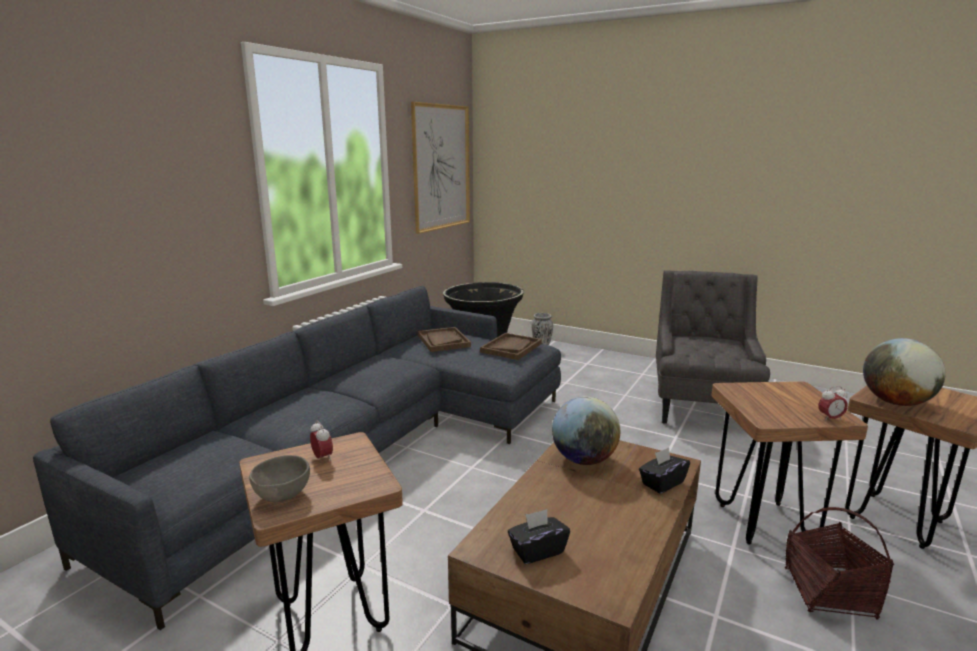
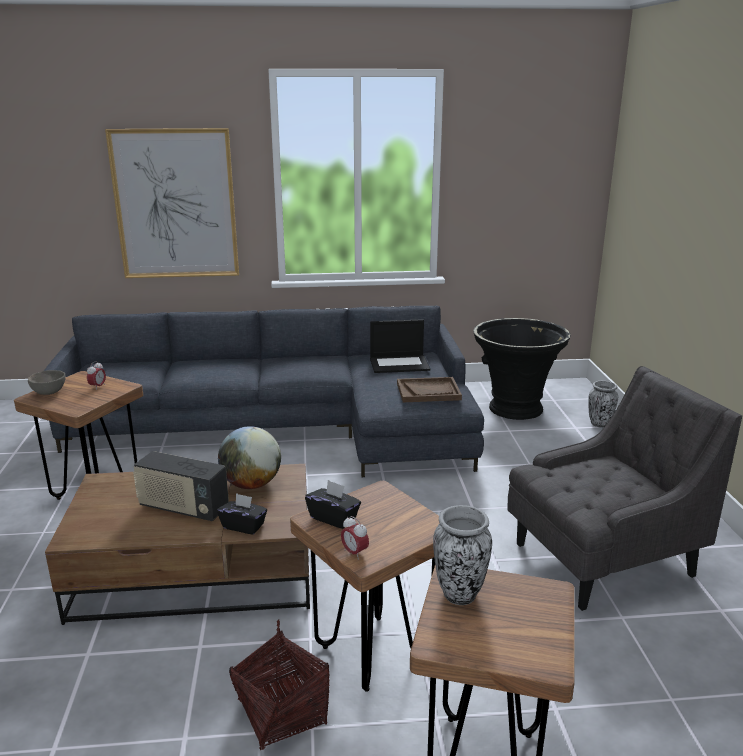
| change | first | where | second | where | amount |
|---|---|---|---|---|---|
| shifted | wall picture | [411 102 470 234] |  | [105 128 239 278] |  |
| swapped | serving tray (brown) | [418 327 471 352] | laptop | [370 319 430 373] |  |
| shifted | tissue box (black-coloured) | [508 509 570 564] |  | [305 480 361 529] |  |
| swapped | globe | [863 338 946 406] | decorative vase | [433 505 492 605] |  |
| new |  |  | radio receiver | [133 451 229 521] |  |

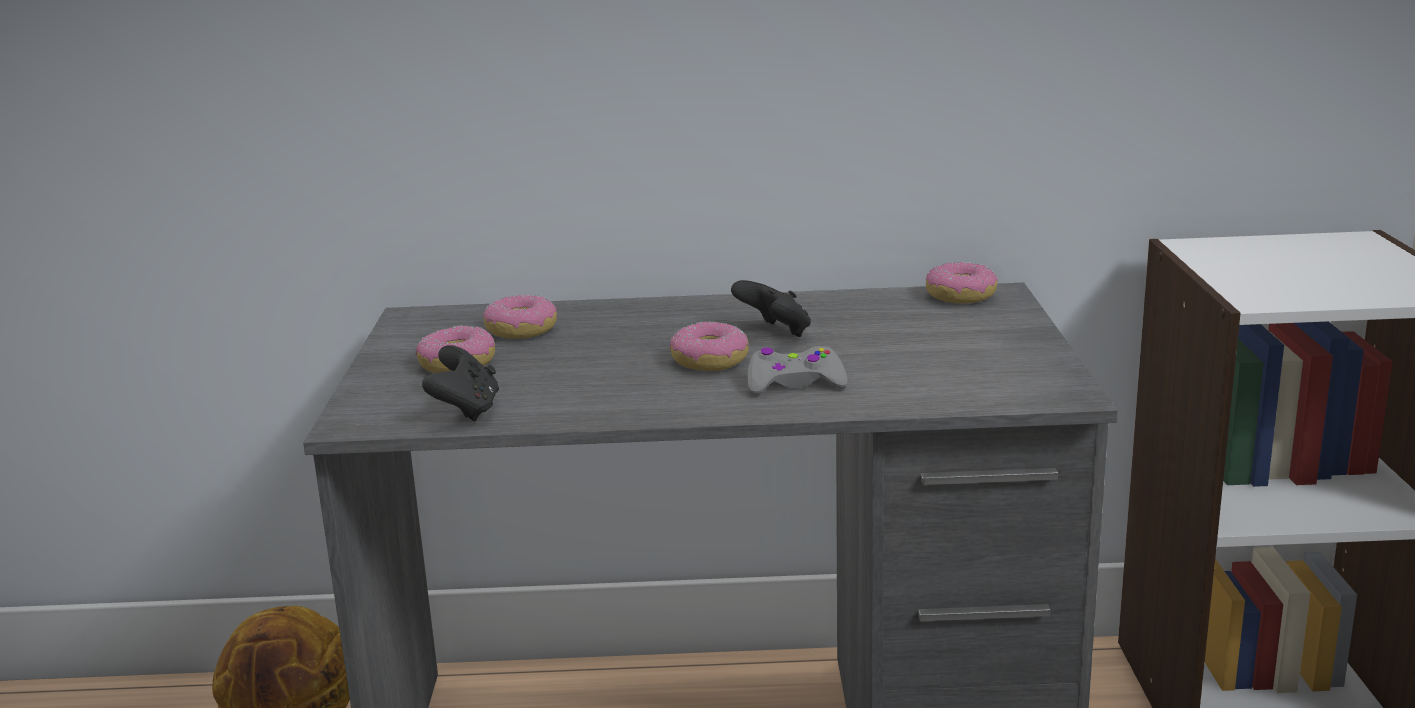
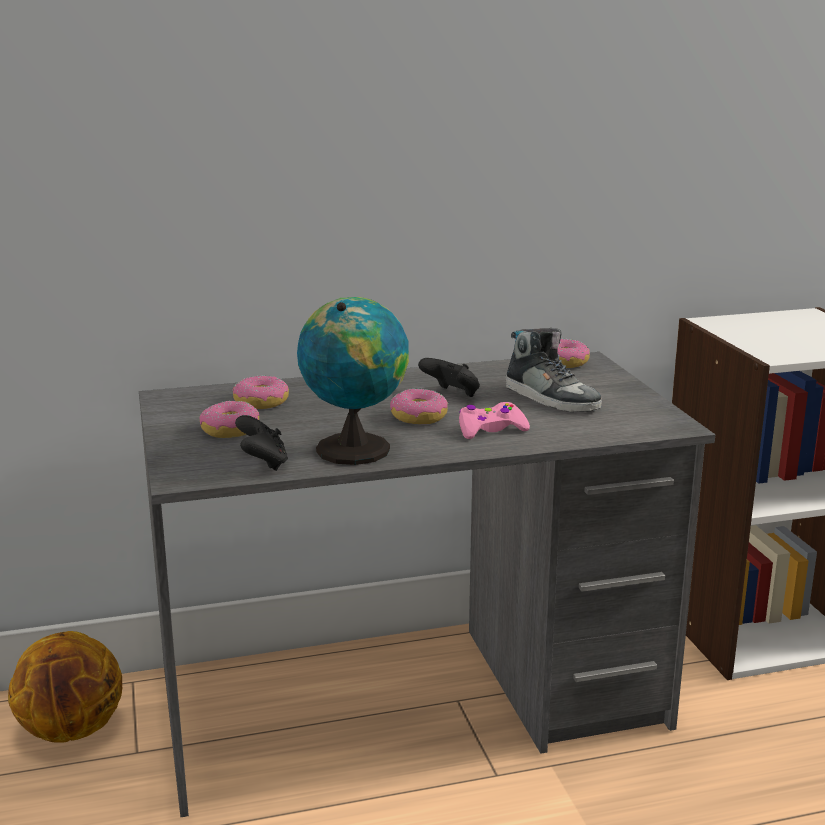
| change | first | where | second | where | amount |
|---|---|---|---|---|---|
| repainted | joypad (grey) | [748 346 848 395] | joypad (pink-coloured) | [459 402 530 439] |  |
| new |  |  | globe | [297 297 409 465] |  |
| new |  |  | shoe | [506 328 602 412] |  |

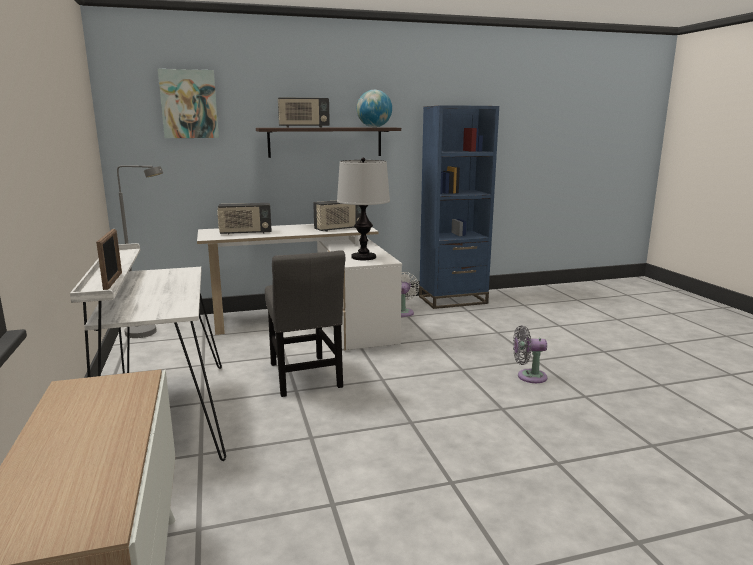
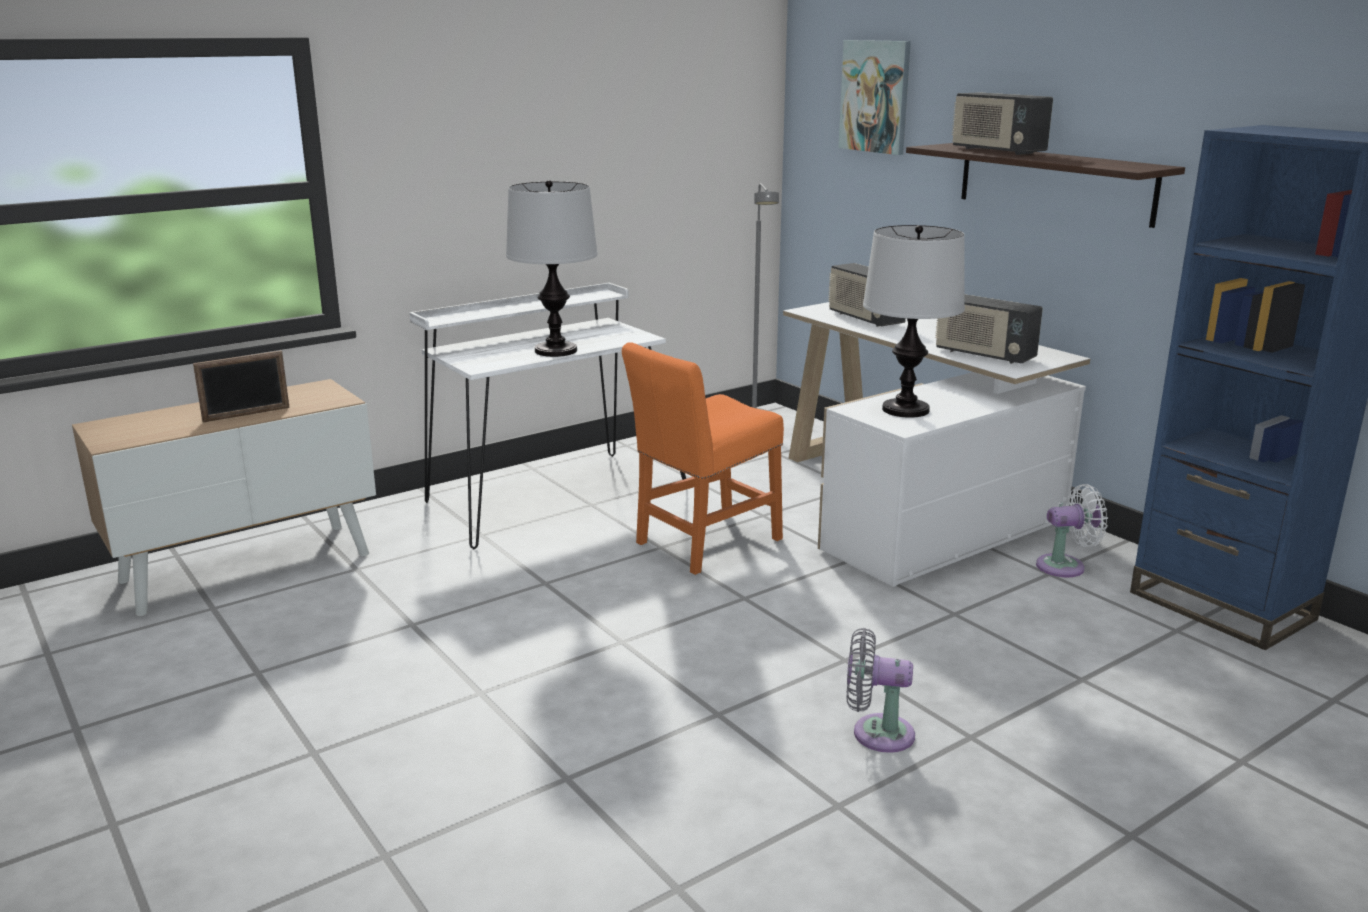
| change | first | where | second | where | amount |
|---|---|---|---|---|---|
| shifted | standing frame | [96 229 122 290] |  | [193 351 290 422] |  |
| repainted | upright chair (grey) | [265 250 345 397] | upright chair (orangey) | [622 342 784 575] |  |
| gone | globe | [357 90 392 127] |  |  |  |
| rotated | cooling fan (grey) | [513 325 547 383] |  | [846 628 915 753] | 60 degrees counterclockwise |
| new |  |  | tabletop lamp | [506 180 598 357] |  |

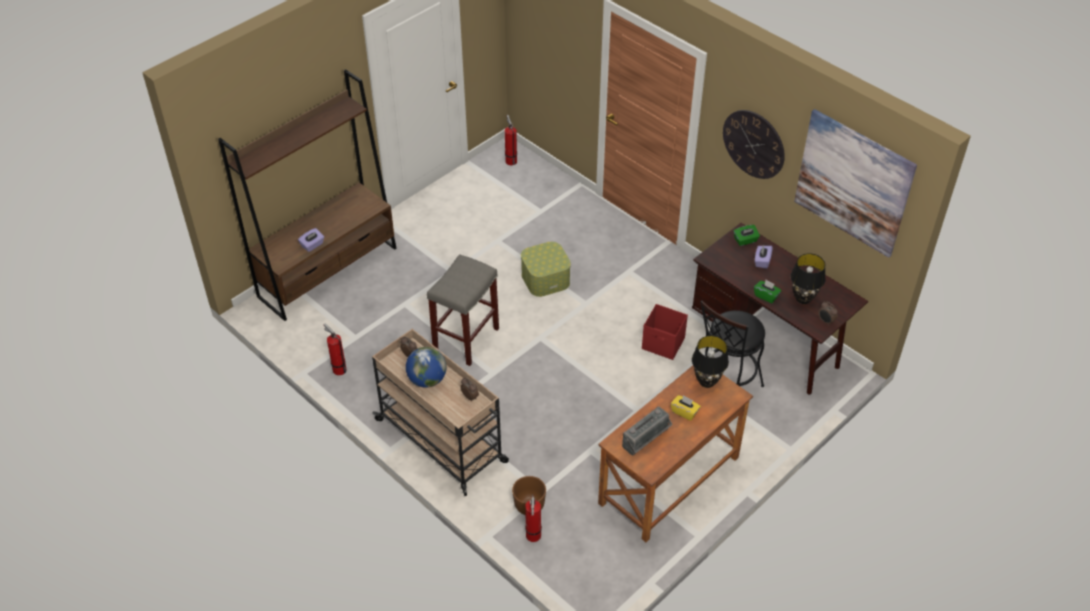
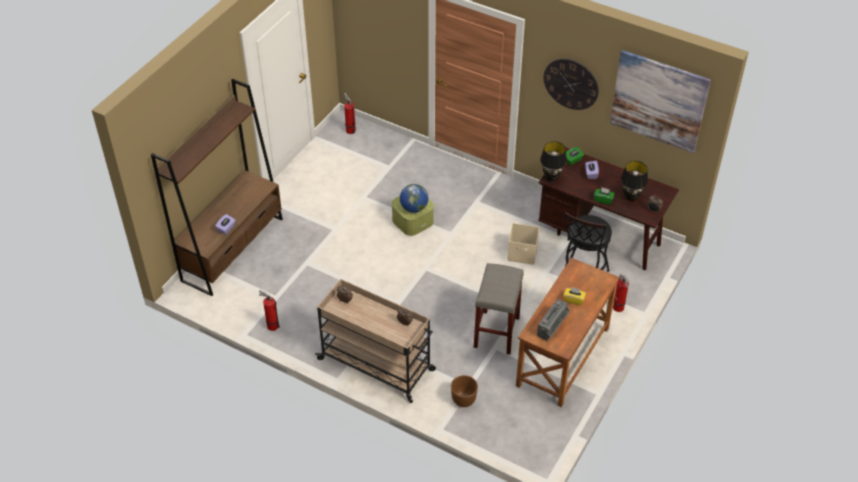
| change | first | where | second | where | amount |
|---|---|---|---|---|---|
| shifted | globe | [406 347 447 388] |  | [400 184 428 213] |  |
| shifted | stool seat (grey) | [427 254 499 366] |  | [474 263 524 355] |  |
| shifted | fire extinguisher | [525 494 542 542] |  | [613 274 629 312] |  |
| repainted | storage bin (red) | [642 304 688 360] | storage bin (beige-coloured) | [507 223 540 265] |  |
| shifted | tabletop lamp (black-coloured) | [692 335 729 388] |  | [540 141 567 181] |  |

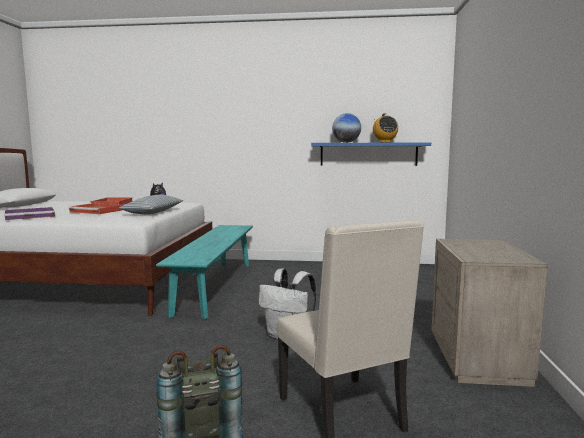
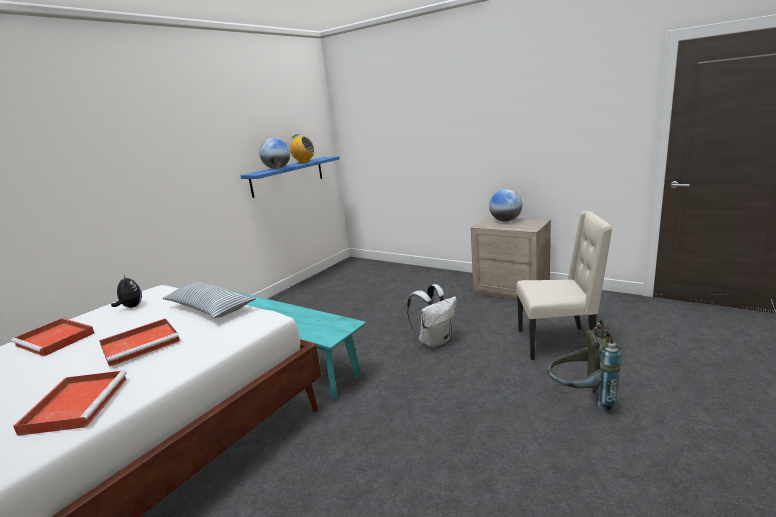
| change | first | where | second | where | amount |
|---|---|---|---|---|---|
| repainted | serving tray (purplish) | [5 207 55 220] | serving tray (red) | [13 370 127 436] |  |
| new |  |  | globe | [489 189 522 222] |  |

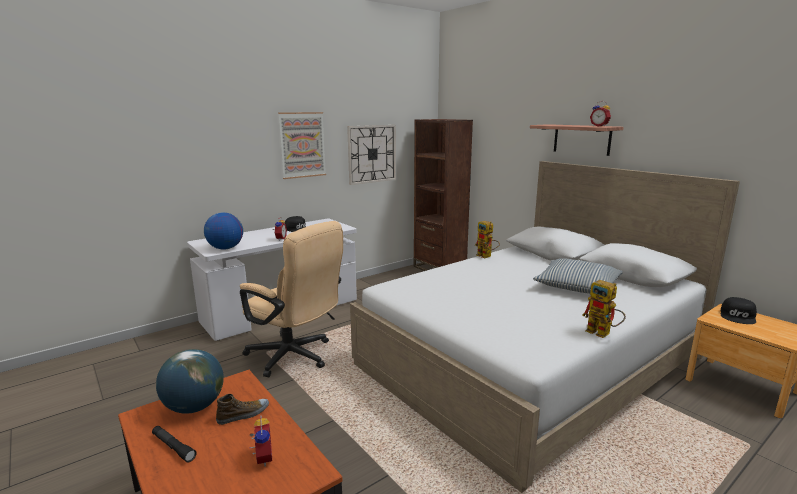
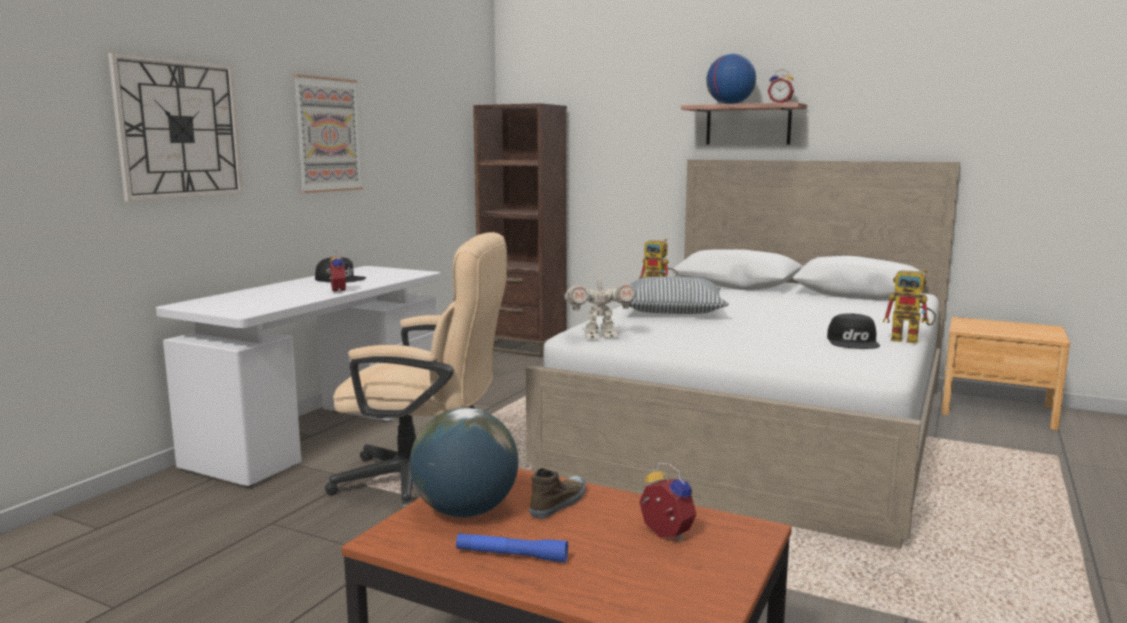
| change | first | where | second | where | amount |
|---|---|---|---|---|---|
| repainted | hand torch (black-coloured) | [152 426 197 462] | hand torch (blue) | [456 533 568 563] |  |
| shifted | globe | [204 212 243 250] |  | [706 54 756 104] |  |
| shifted | wall clock | [347 125 396 185] |  | [108 53 243 201] |  |
| shifted | pillow | [533 258 623 294] |  | [629 277 729 314] |  |
| shifted | cap (black-coloured) | [721 297 757 324] |  | [827 313 880 349] |  |
| new |  |  | robot figure | [564 273 636 339] |  |

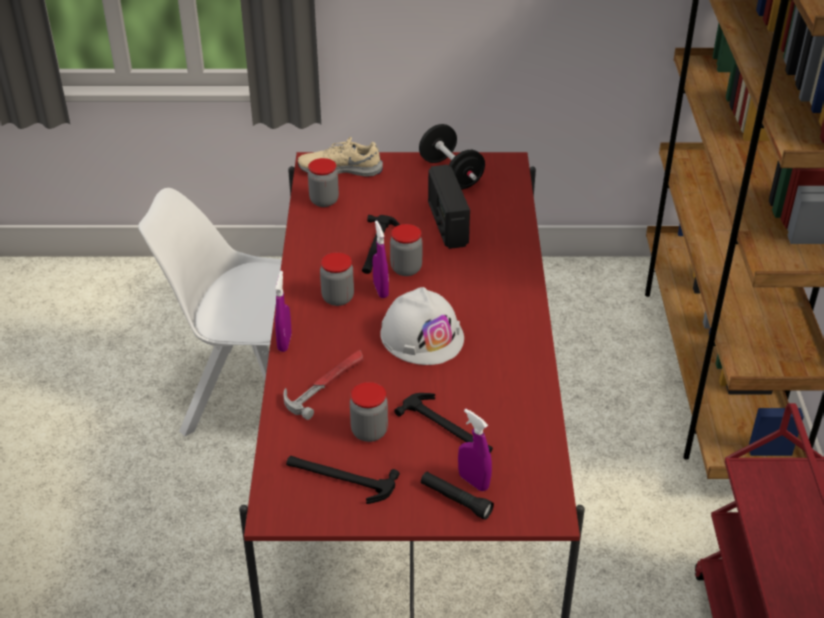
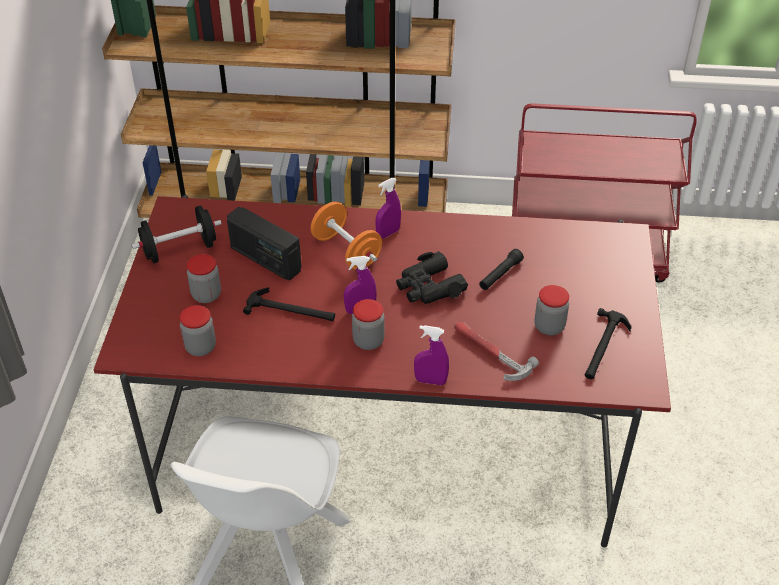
| change | first | where | second | where | amount |
|---|---|---|---|---|---|
| gone | shoe (beige-coloured) | [298 137 383 177] |  |  |  |
| swapped | work helmet (whitish) | [380 287 464 365] | field glasses (black-coloured) | [396 251 468 304] |  |
| shifted | jar | [390 224 422 276] |  | [187 254 221 303] |  |
| gone | hand hammer | [394 393 493 453] |  |  |  |
| shifted | hand torch (black-coloured) | [421 472 494 520] |  | [479 249 524 290] |  |
| rotated | radio receiver | [428 165 470 249] |  | [227 207 302 281] | 45 degrees clockwise |
| shifted | hand sprayer (purplish) | [458 409 492 491] |  | [375 178 401 239] |  |
| new |  |  | free weight (orangey) | [311 202 382 270] |  |

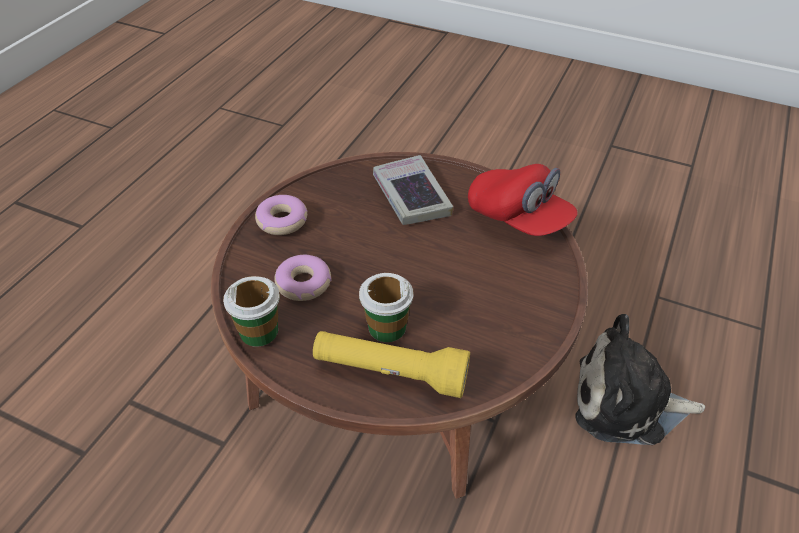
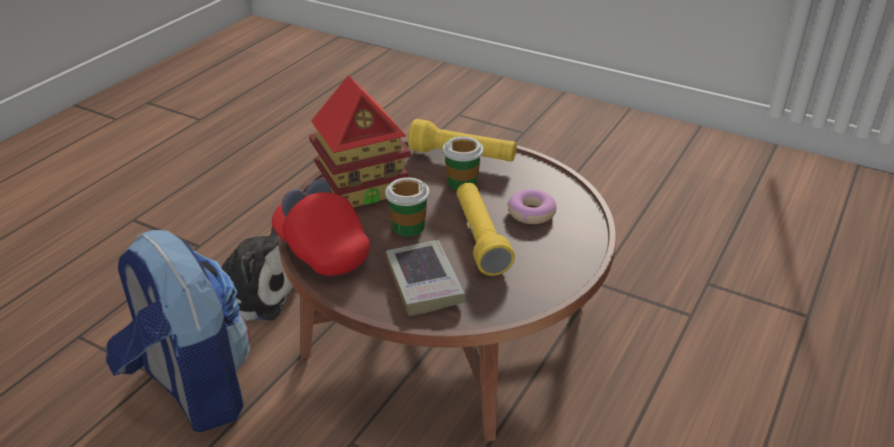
| change | first | where | second | where | amount |
|---|---|---|---|---|---|
| shifted | small cup | [223 276 280 347] |  | [385 177 430 237] |  |
| gone | donut | [255 195 307 235] |  |  |  |
| new |  |  | knapsack | [106 230 250 432] |  |
| new |  |  | model house | [309 75 411 207] |  |
| new |  |  | hand torch (yellow-coloured) | [457 183 515 276] |  |

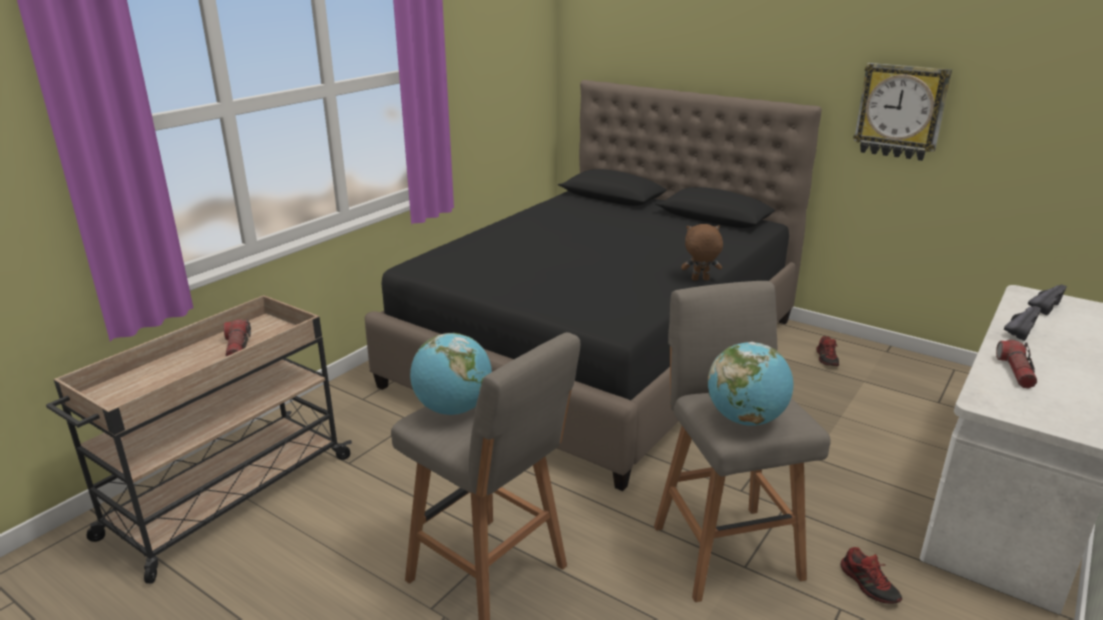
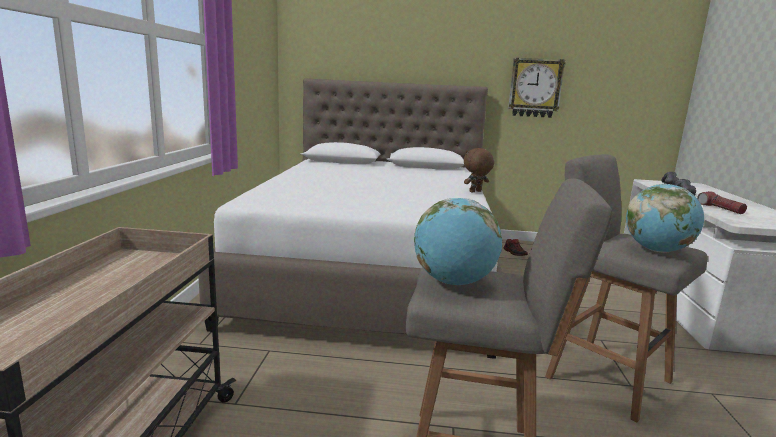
| change | first | where | second | where | amount |
|---|---|---|---|---|---|
| gone | hand torch | [224 319 251 357] |  |  |  |
| repainted | bed (black-coloured) | [365 80 822 491] | bed (whitish) | [198 78 503 359] |  |
| gone | shoe | [841 547 902 604] |  |  |  |

